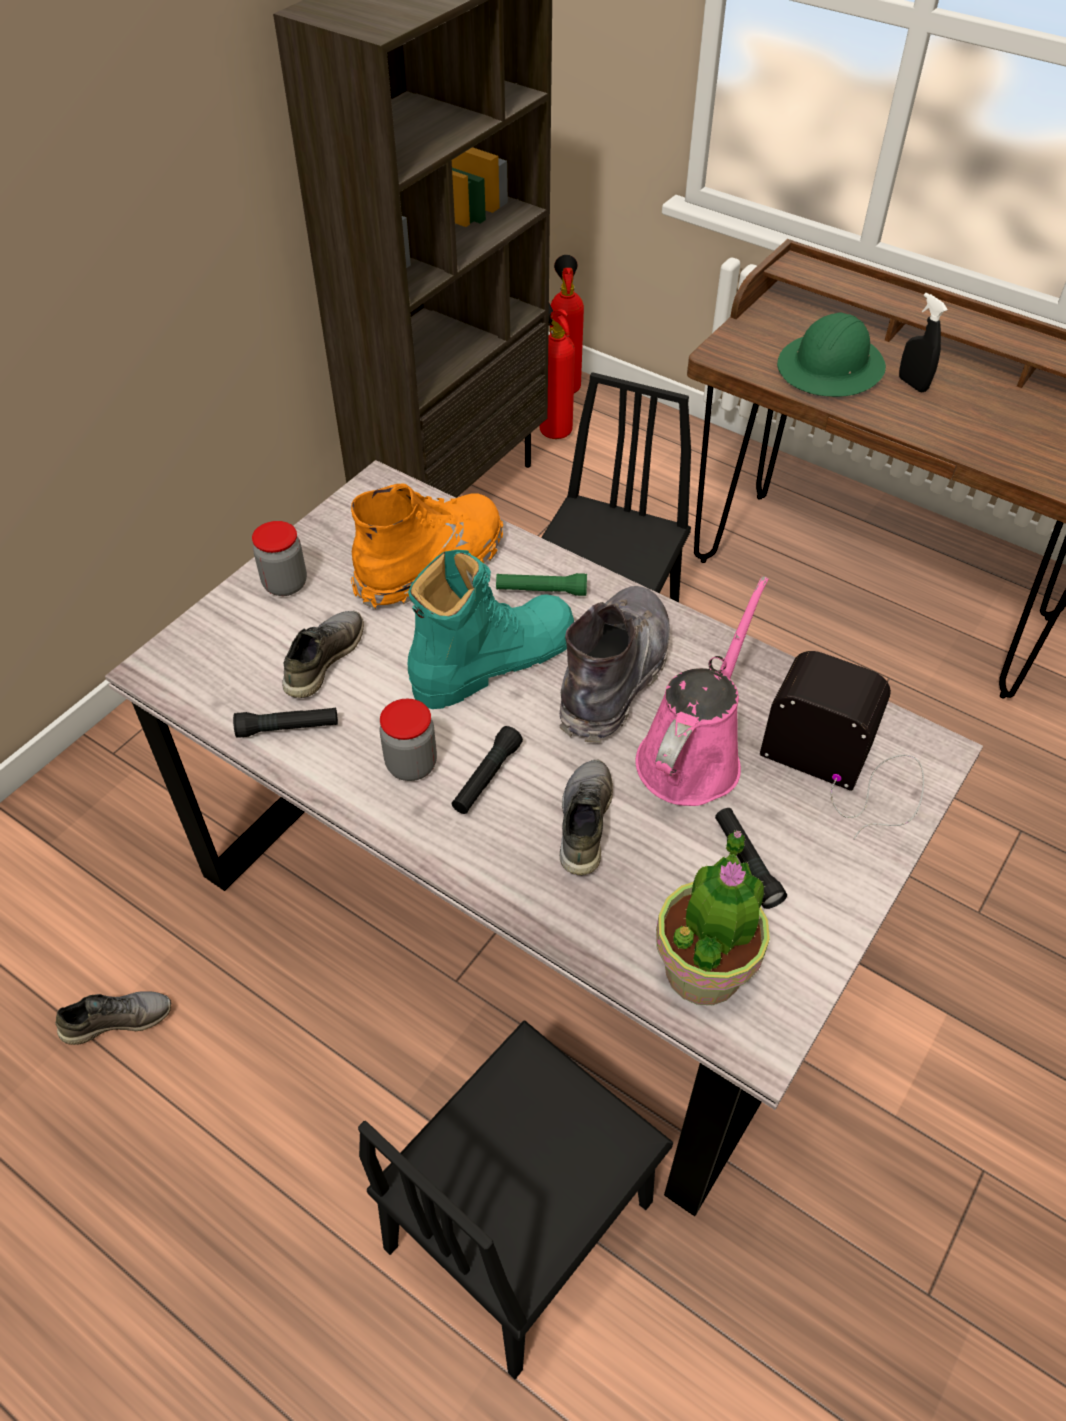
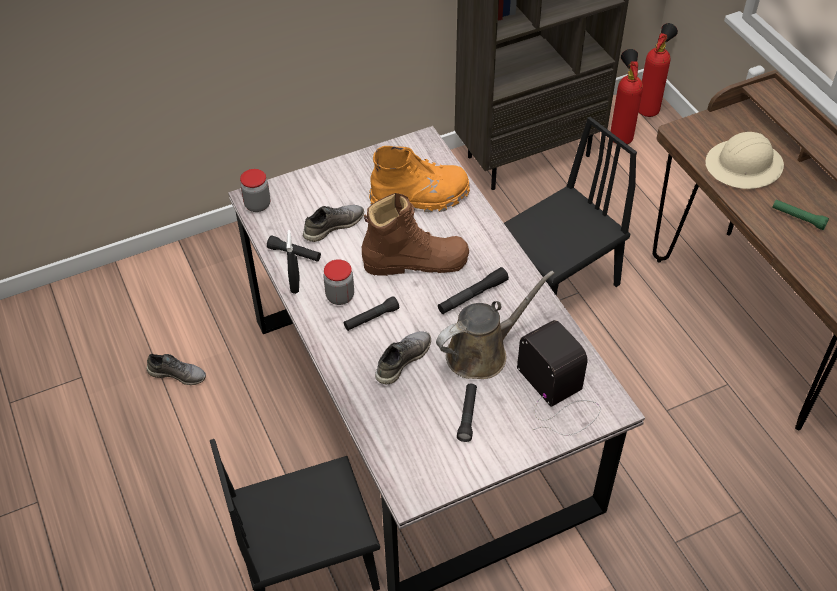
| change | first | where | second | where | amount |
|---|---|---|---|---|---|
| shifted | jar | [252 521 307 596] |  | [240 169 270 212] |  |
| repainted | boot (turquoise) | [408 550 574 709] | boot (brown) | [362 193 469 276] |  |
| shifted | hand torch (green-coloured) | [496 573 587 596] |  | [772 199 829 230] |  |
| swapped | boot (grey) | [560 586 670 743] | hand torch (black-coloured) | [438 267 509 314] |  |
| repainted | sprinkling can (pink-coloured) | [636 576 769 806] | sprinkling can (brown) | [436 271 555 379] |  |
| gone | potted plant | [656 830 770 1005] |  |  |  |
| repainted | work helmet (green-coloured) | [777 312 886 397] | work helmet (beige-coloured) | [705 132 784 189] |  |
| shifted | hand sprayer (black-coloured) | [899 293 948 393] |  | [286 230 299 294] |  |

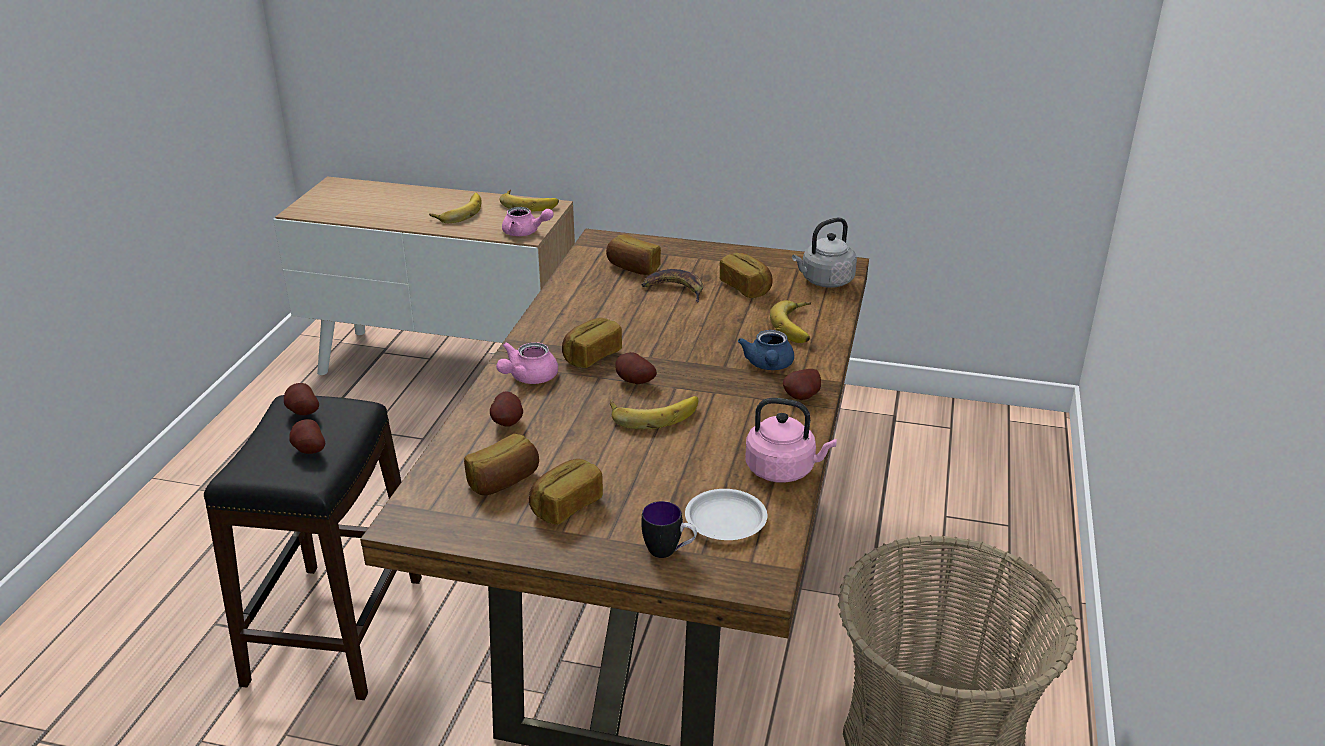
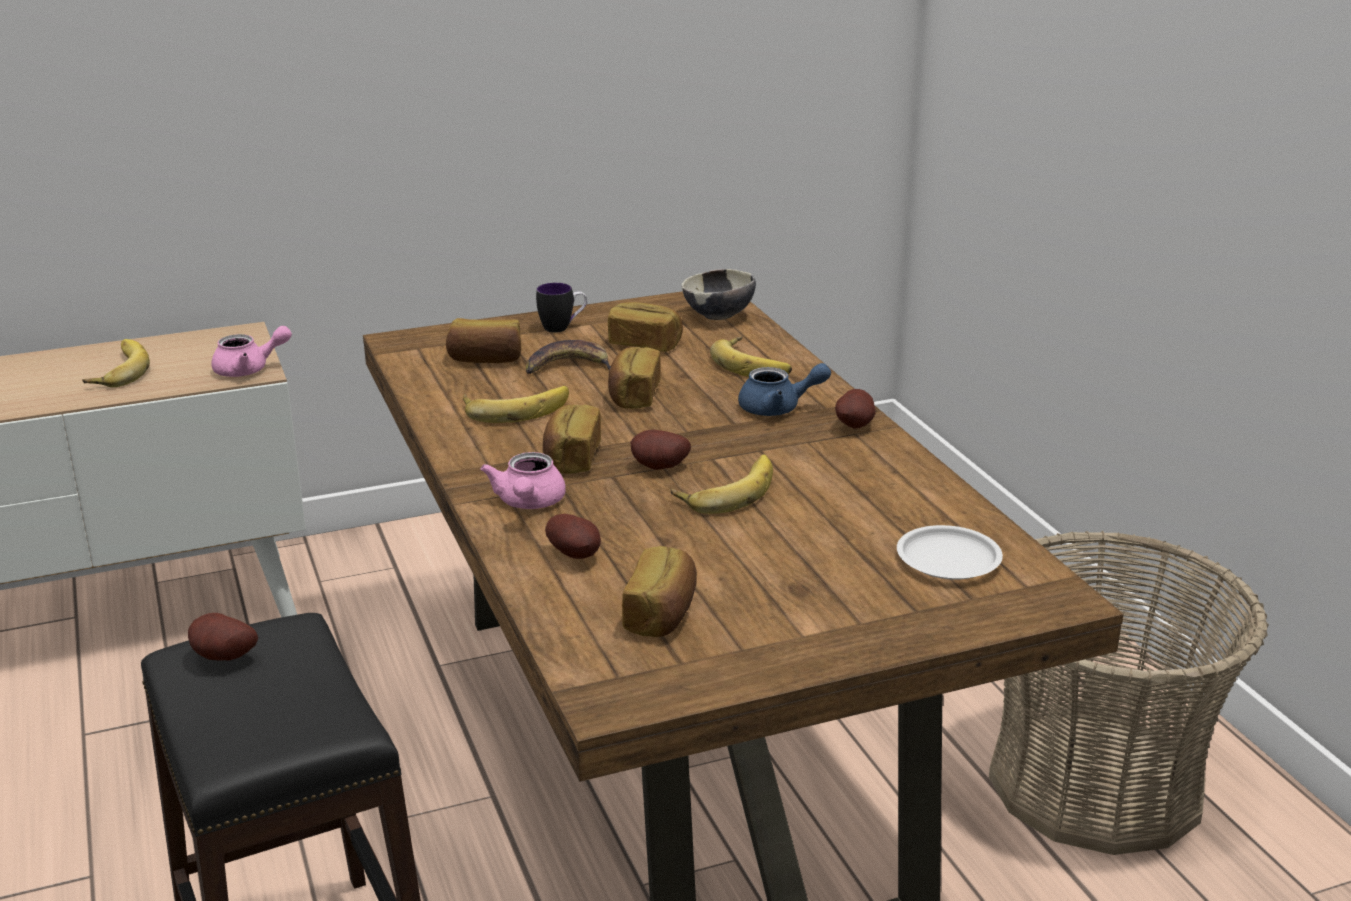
| change | first | where | second | where | amount |
|---|---|---|---|---|---|
| gone | spud | [289 419 325 454] |  |  |  |
| shifted | banana fruit | [500 190 559 211] |  | [463 386 569 423] |  |
| shifted | baked bread | [529 459 603 525] |  | [608 347 661 409] |  |
| shifted | coffee mug | [641 501 697 558] |  | [536 283 587 333] |  |
| rotated | pot for tea (blue) | [738 330 794 370] |  | [738 363 831 416] | 60 degrees counterclockwise |
| gone | tea kettle (pink-coloured) | [746 398 837 483] |  |  |  |
| swapped | tea kettle (grey) | [792 217 857 288] | deep dish | [681 269 756 320] |  |

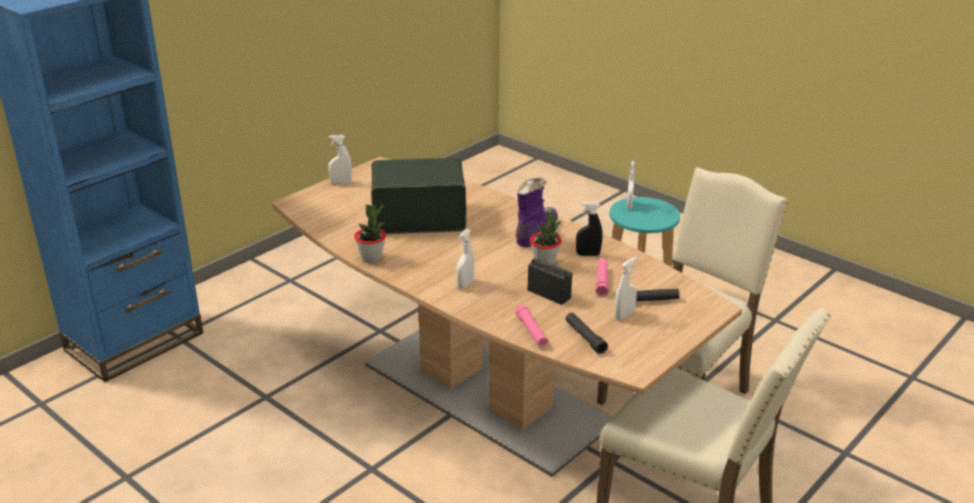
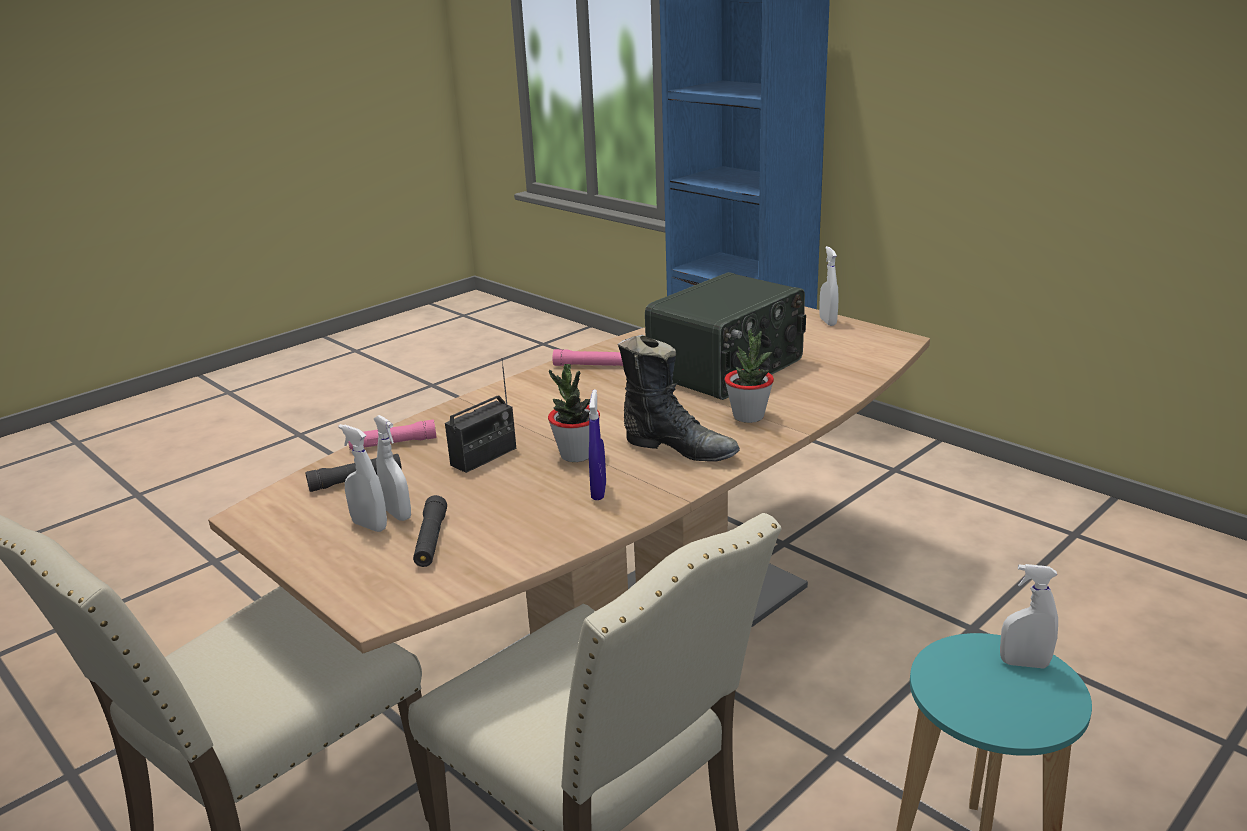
| change | first | where | second | where | amount |
|---|---|---|---|---|---|
| shifted | potted plant | [354 204 386 263] |  | [724 329 774 423] |  |
| rotated | radio receiver | [371 158 466 234] |  | [645 272 806 400] | 45 degrees clockwise |
| shifted | hand sprayer (whitish) | [456 229 474 289] |  | [338 424 387 532] |  |
| repainted | boot (purplish) | [516 177 558 247] | boot (black-coloured) | [617 335 740 462] |  |
| repainted | hand sprayer (black-coloured) | [576 202 602 256] | hand sprayer (blue) | [589 389 606 500] |  |
| shifted | hand torch (pink-coloured) | [596 258 609 297] |  | [552 349 623 366] |  |

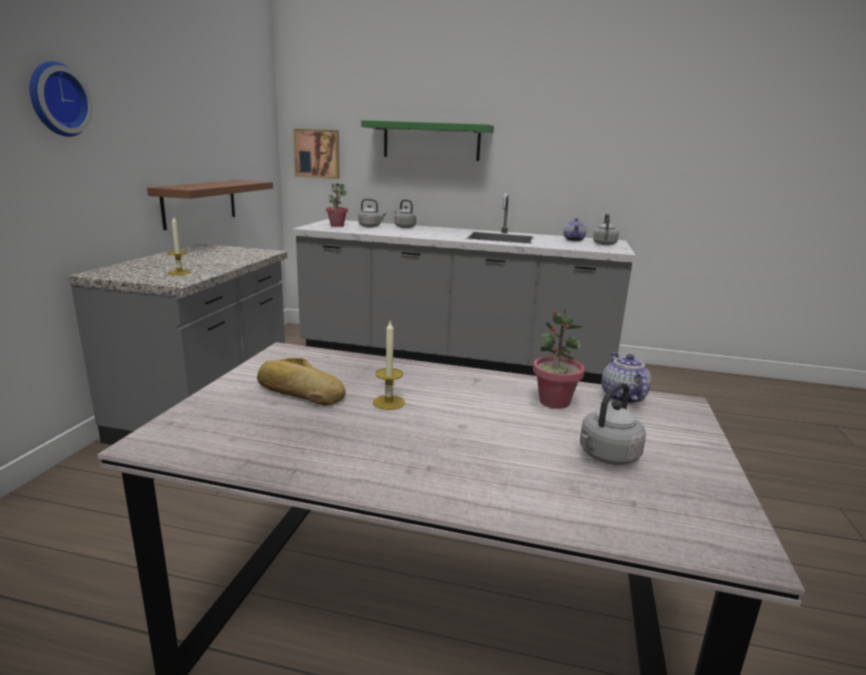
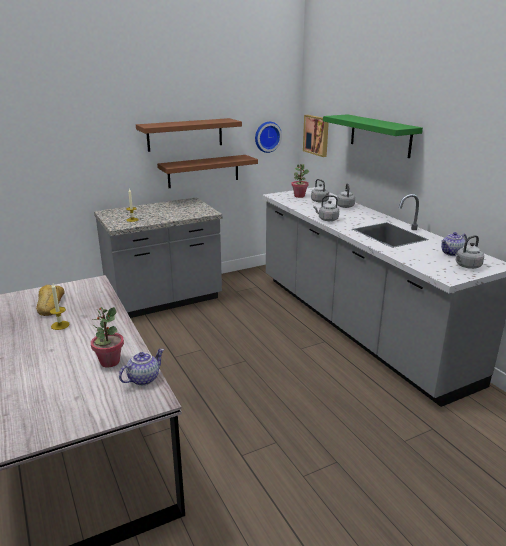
| change | first | where | second | where | amount |
|---|---|---|---|---|---|
| shifted | wall clock | [30 61 93 137] |  | [255 122 282 153] |  |
| shifted | tea kettle (grey) | [580 383 646 465] |  | [313 195 339 221] |  |
| new |  |  | shelf (brown) | [136 118 242 152] |  |

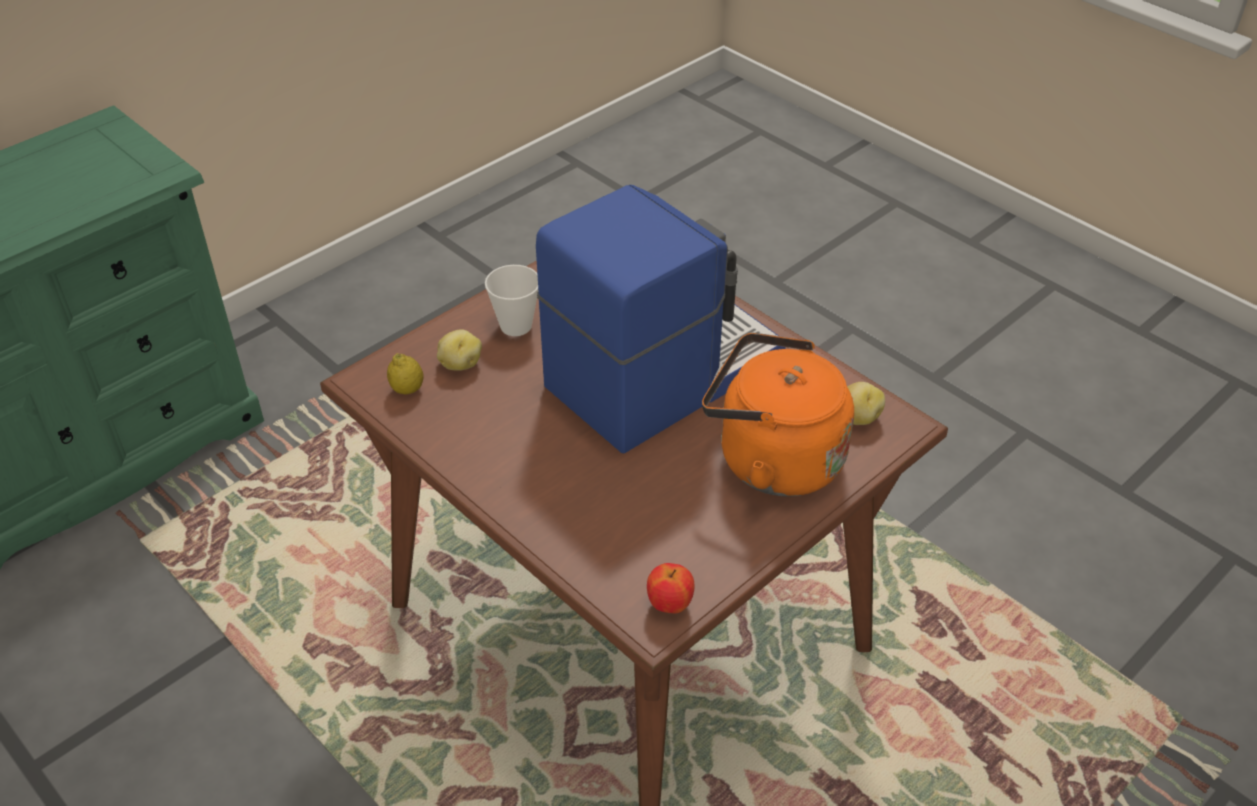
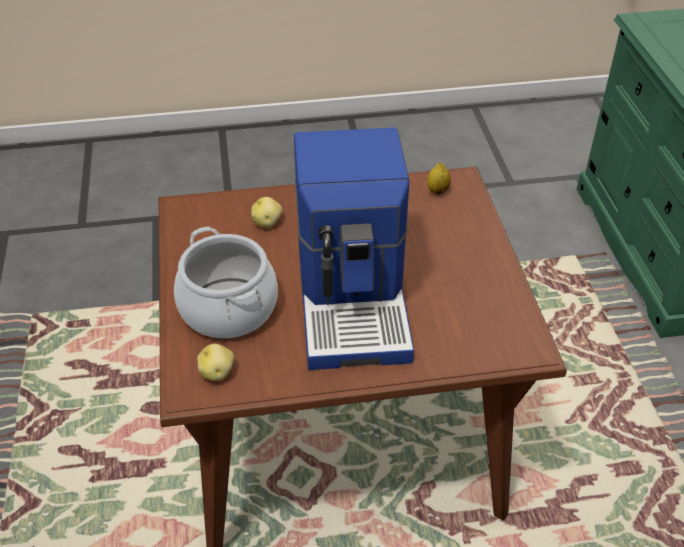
| change | first | where | second | where | amount |
|---|---|---|---|---|---|
| shifted | spud | [437 329 482 371] |  | [251 197 282 228] |  |
| gone | small cup | [485 265 538 336] |  |  |  |
| gone | apple | [647 563 695 613] |  |  |  |
| swapped | tea kettle (orangey) | [702 333 854 497] | stockpot | [174 227 278 339] |  |

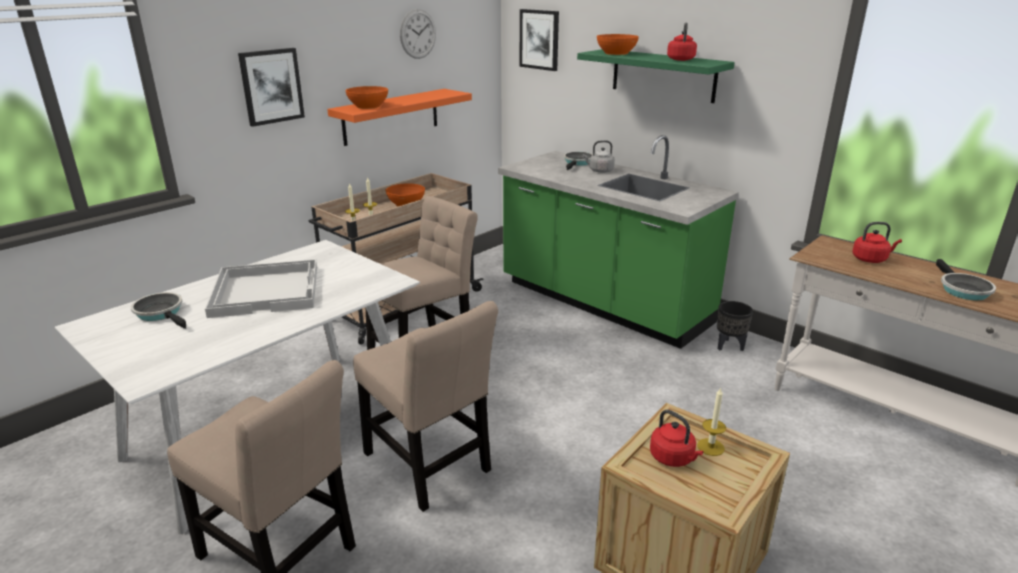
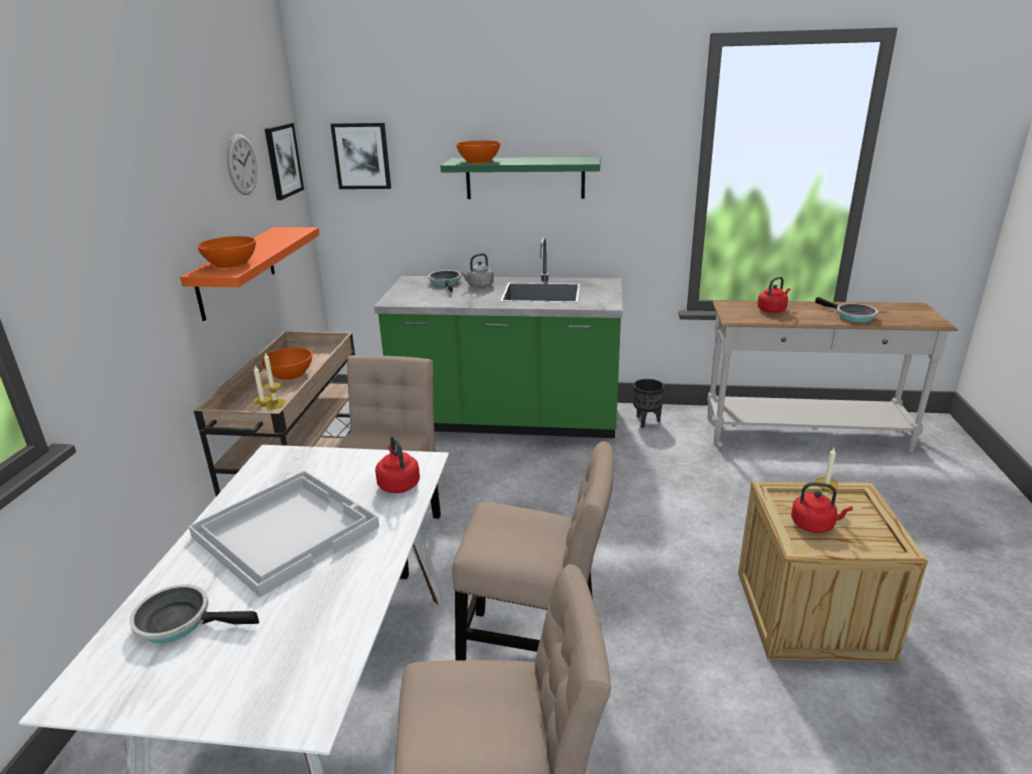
| change | first | where | second | where | amount |
|---|---|---|---|---|---|
| shifted | wall picture | [238 48 305 127] |  | [265 123 304 200] |  |
| shifted | tea kettle (red) | [667 22 697 61] |  | [375 436 420 493] |  |

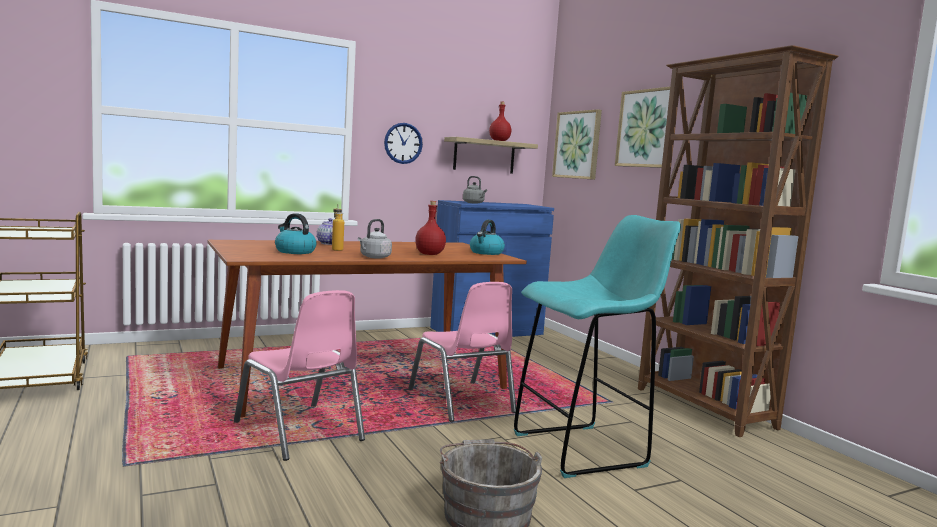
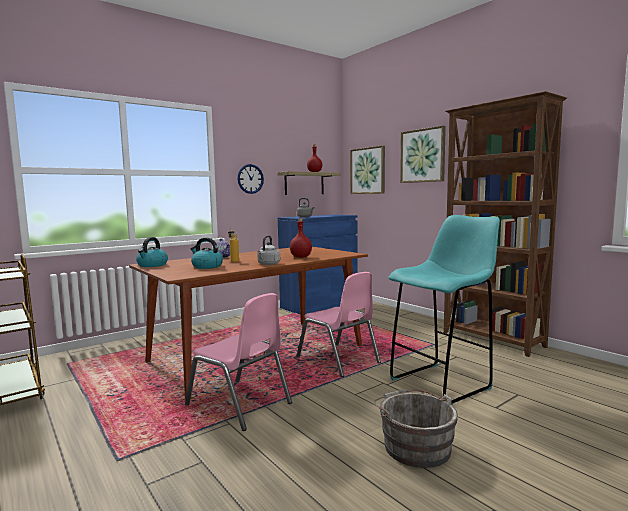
| change | first | where | second | where | amount |
|---|---|---|---|---|---|
| shifted | tea kettle | [470 220 505 255] |  | [136 237 168 267] |  |

